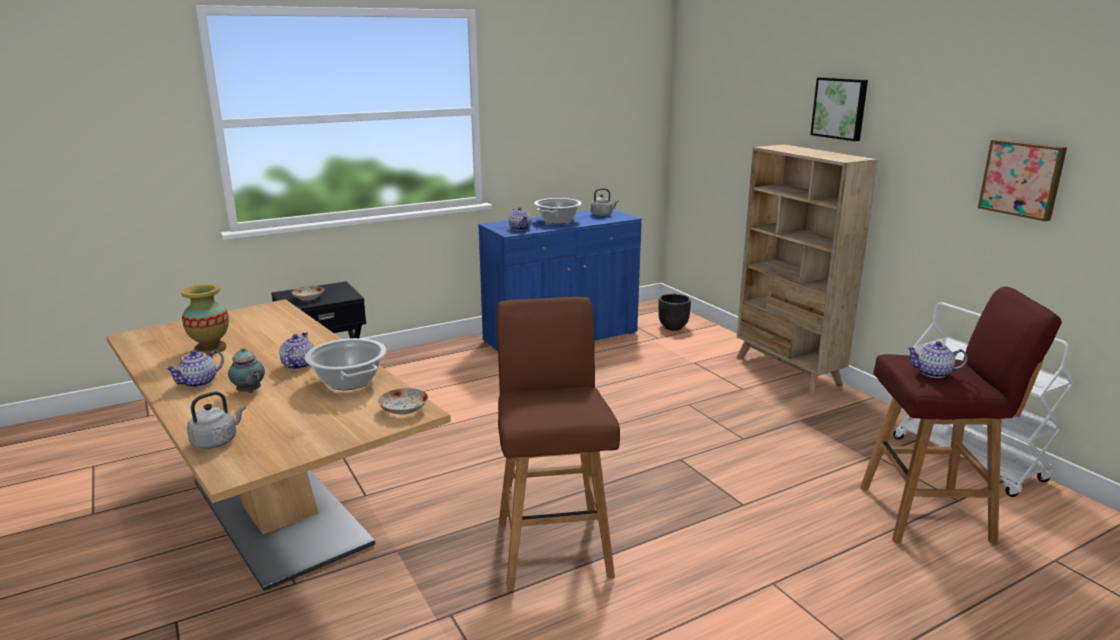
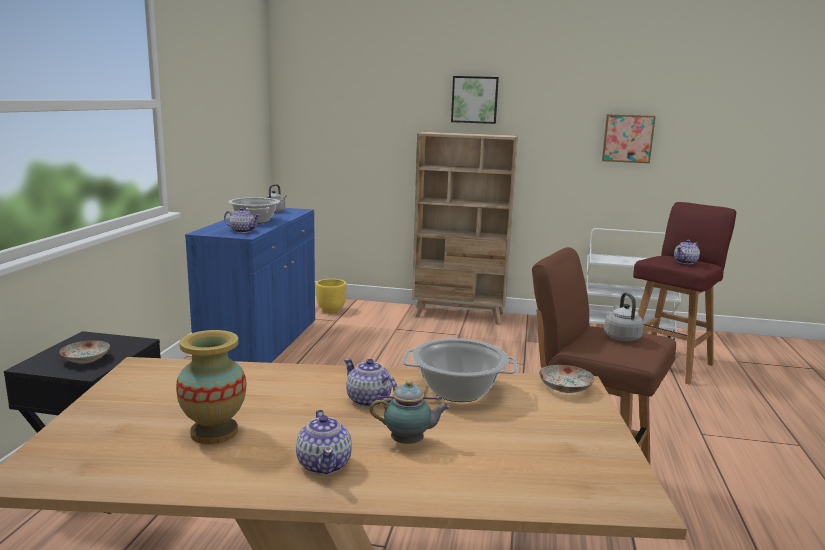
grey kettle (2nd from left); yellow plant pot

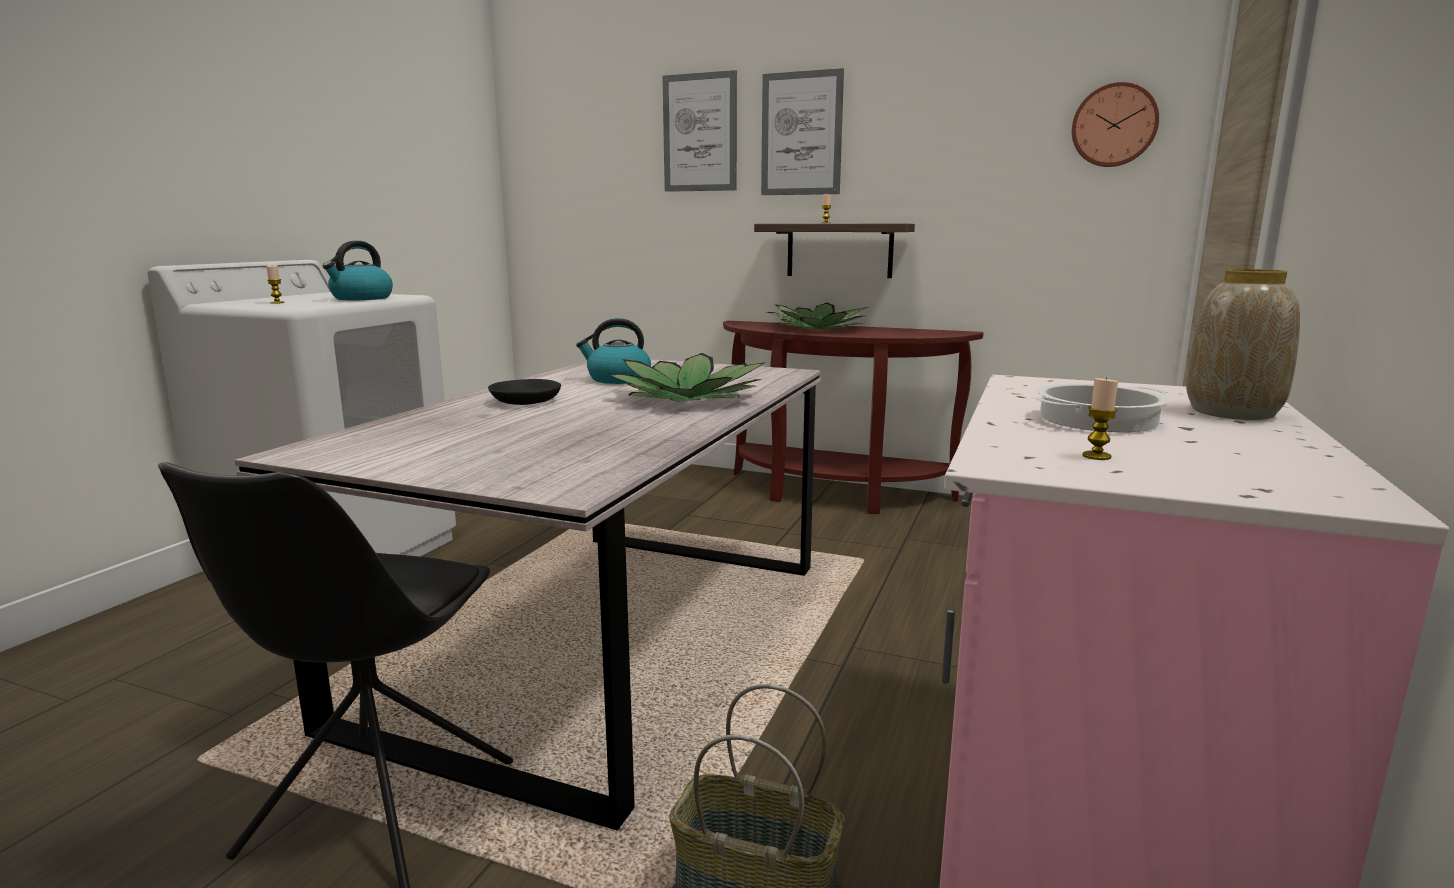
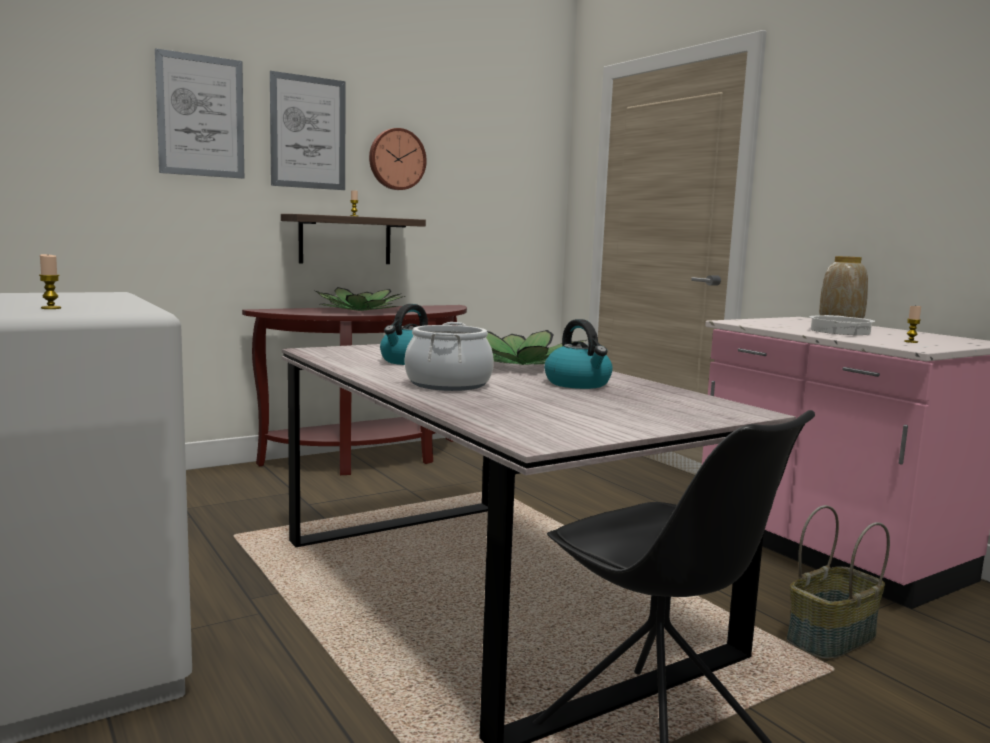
kettle (2nd from left); saucepot (1st from left); wall clock

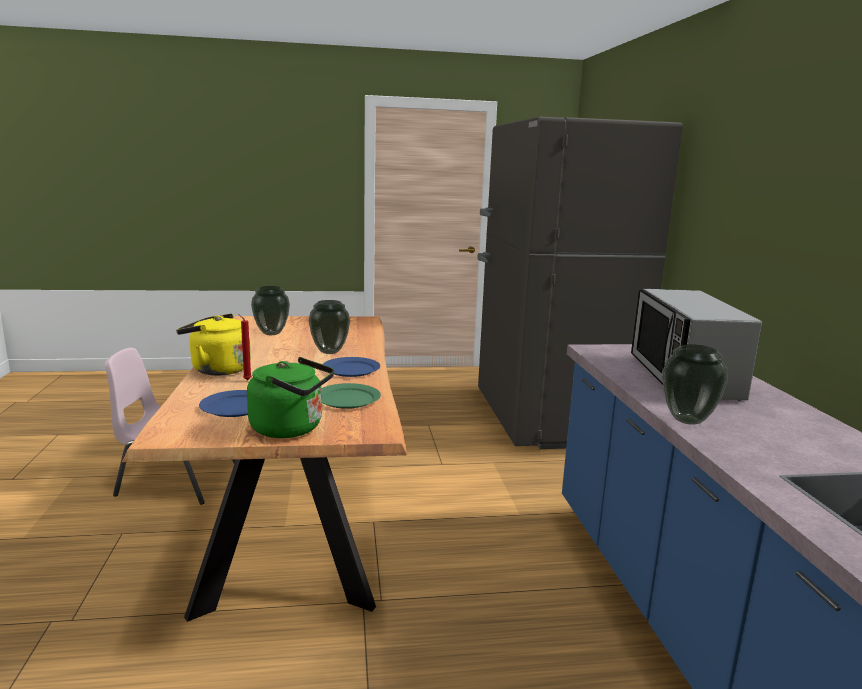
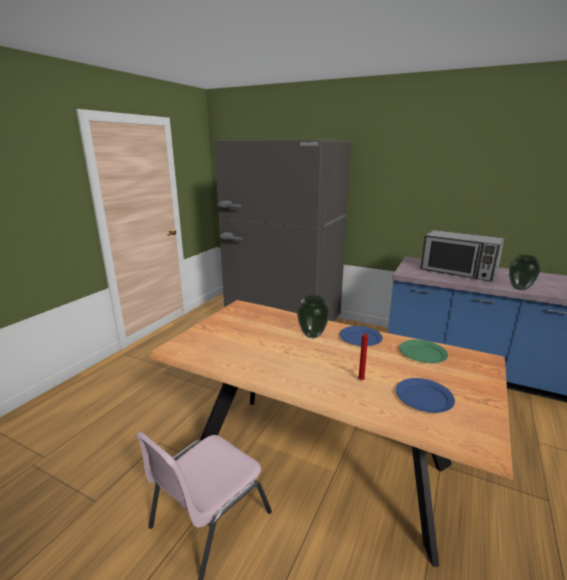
yellow kettle; green kettle; decorative vase (1st from left in the first image)

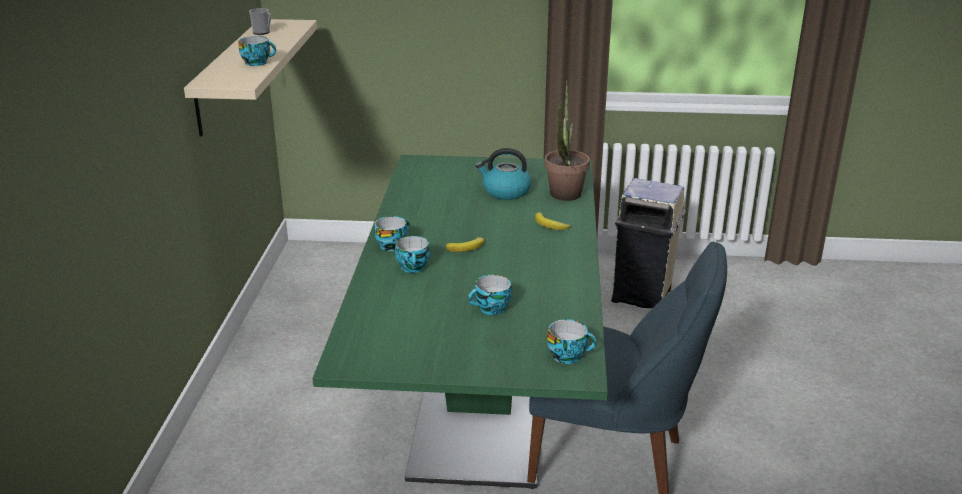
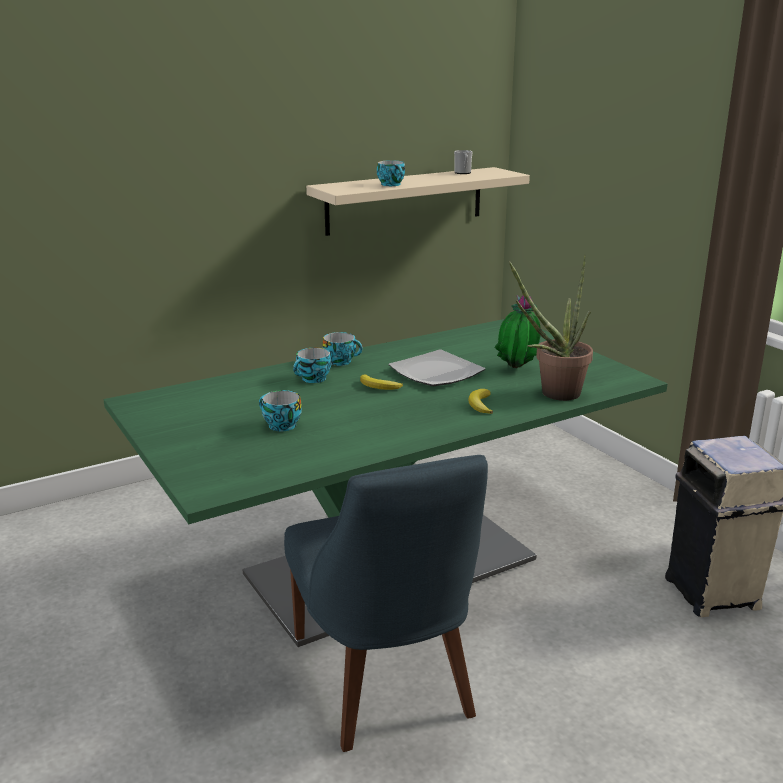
plant in a pot (1st from left); drinking cup (5th from left in the first image); plate

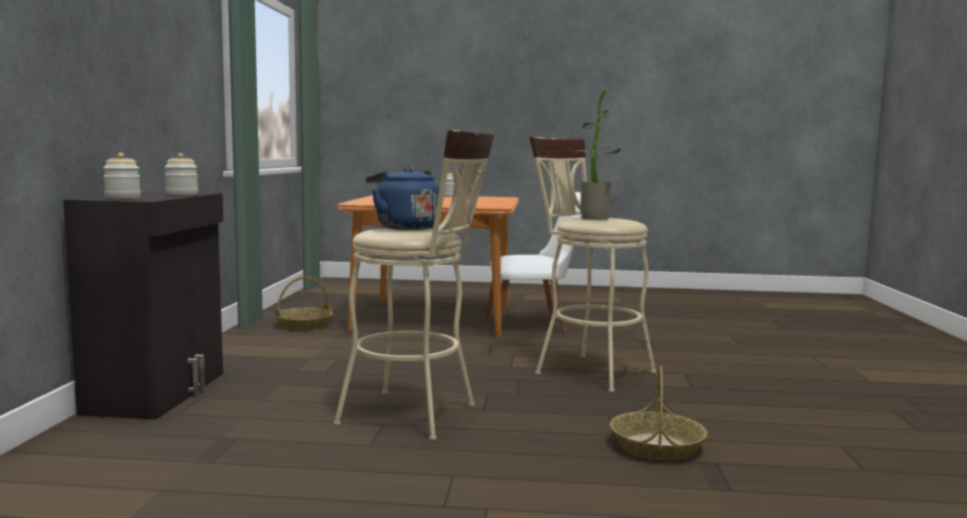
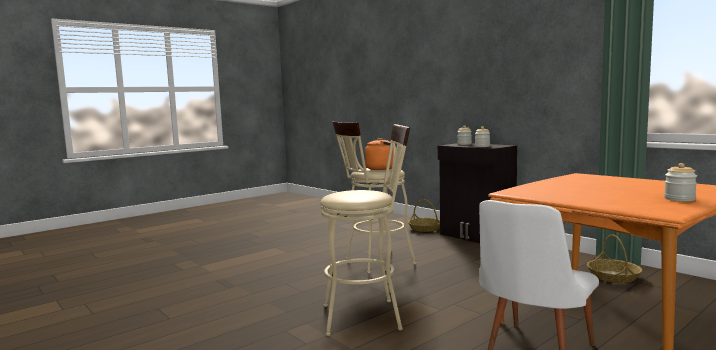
orange-coloured kettle; plant in a pot; household basket (1st from left)

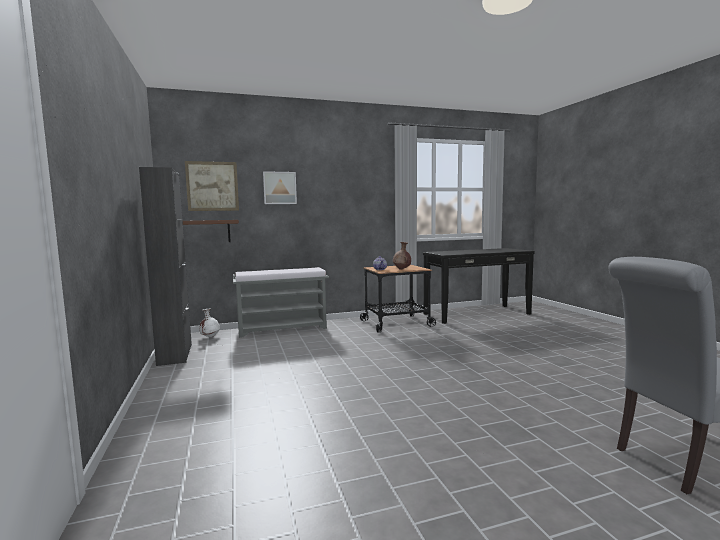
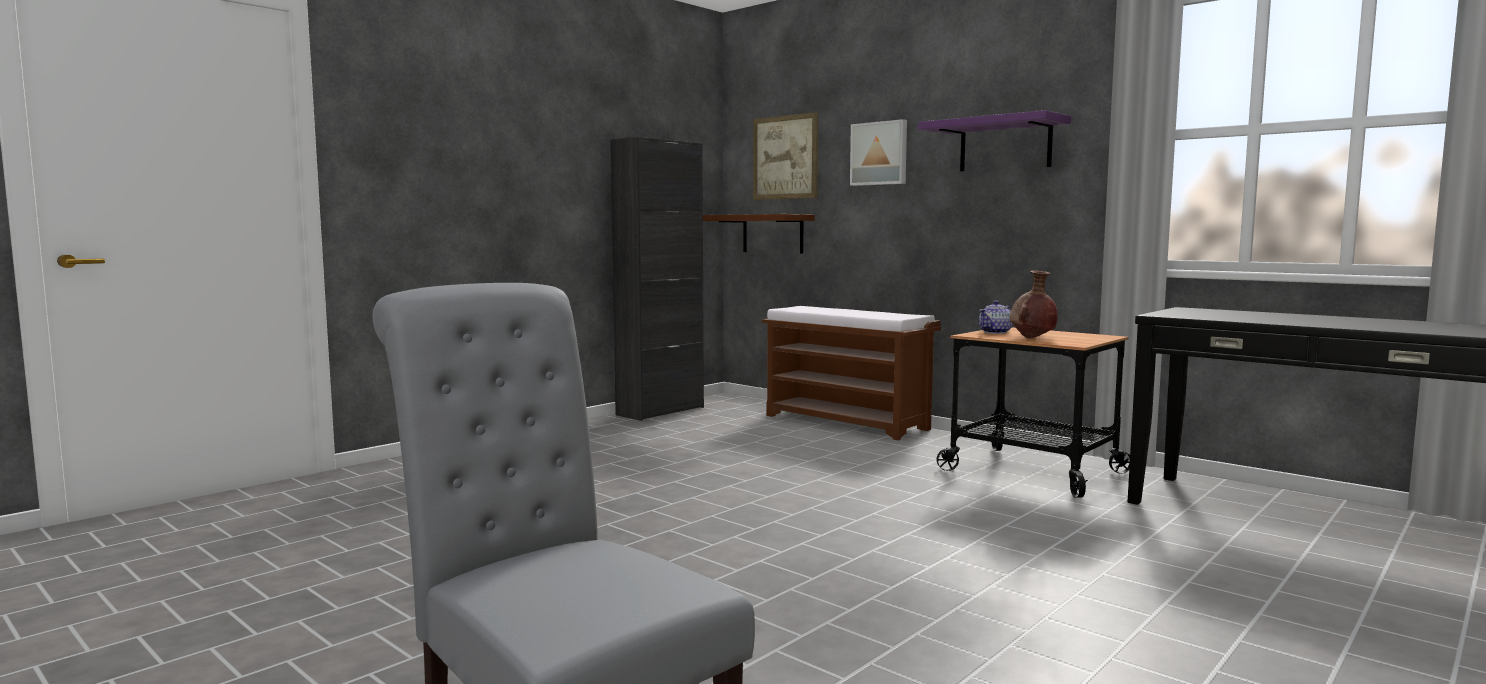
white decorative vase; brown-coloured long seat; purple-coloured bracket shelf

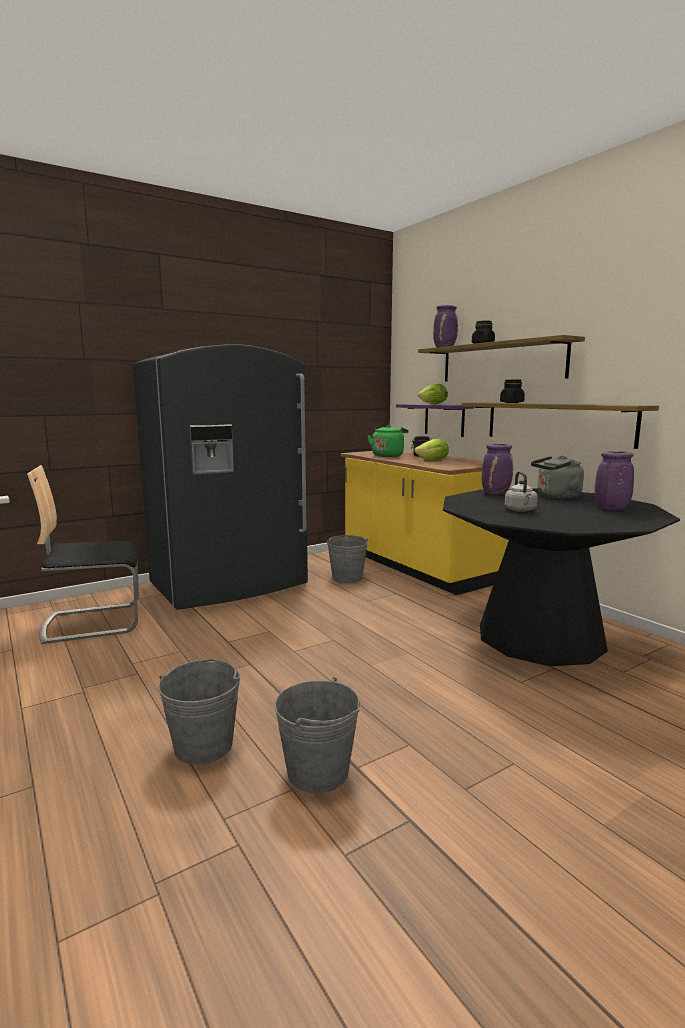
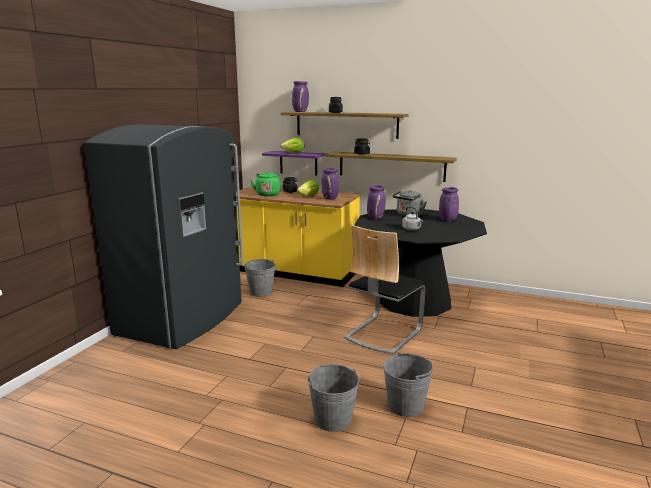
chair; purple-coloured decorative vase (2nd from left)

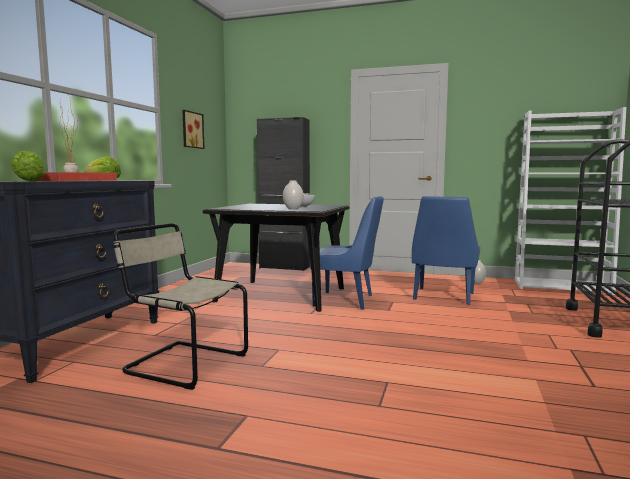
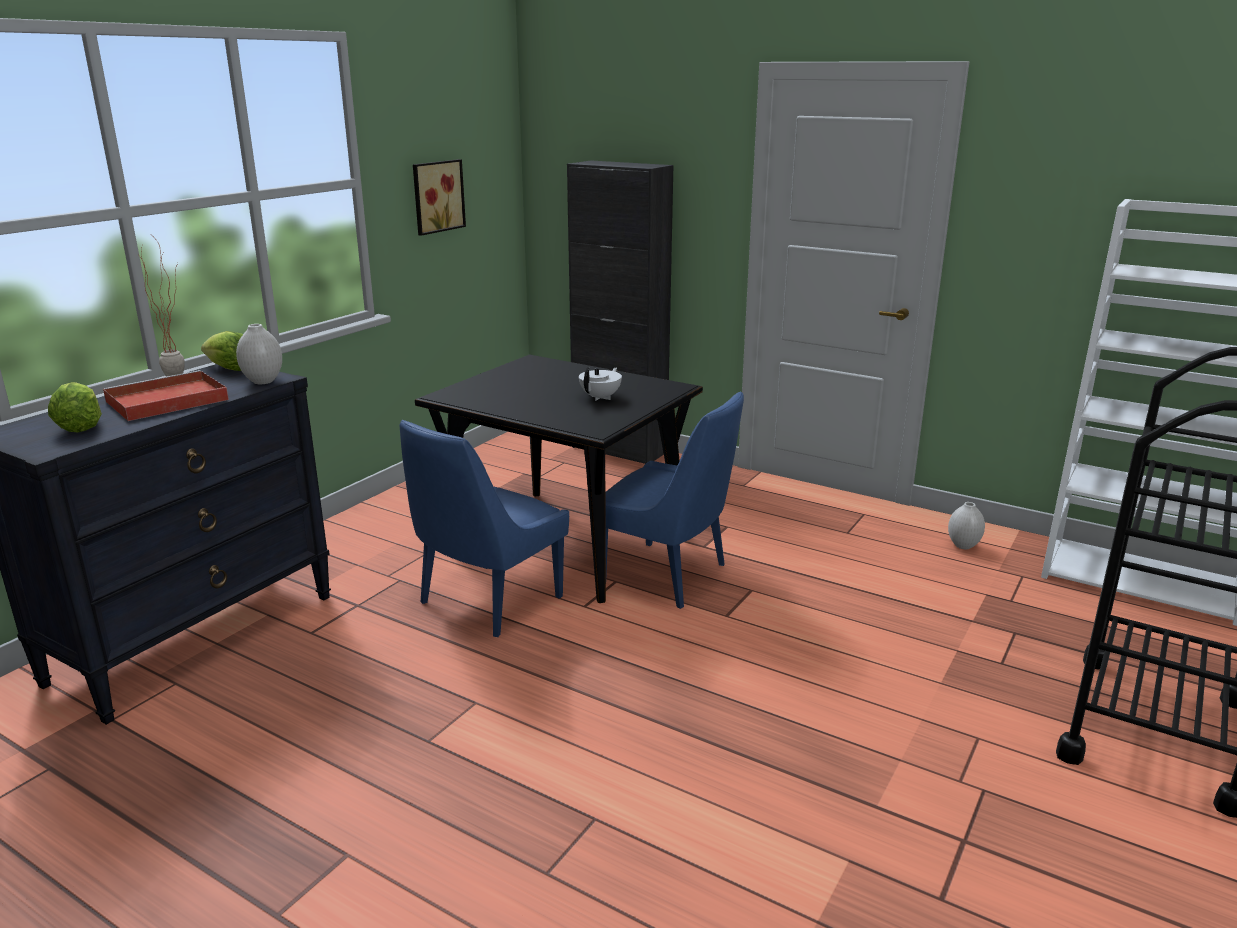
beige chair; white decorative vase (1st from left); blue-coloured chair (1st from left)

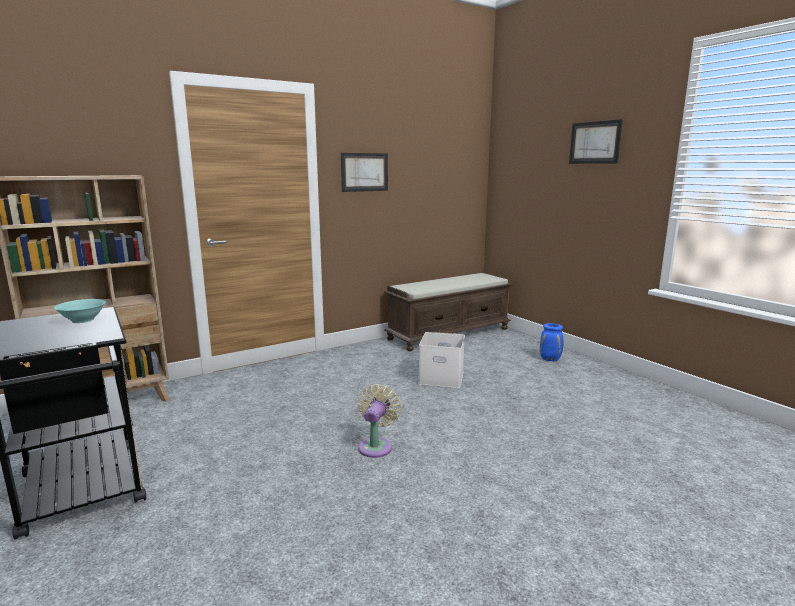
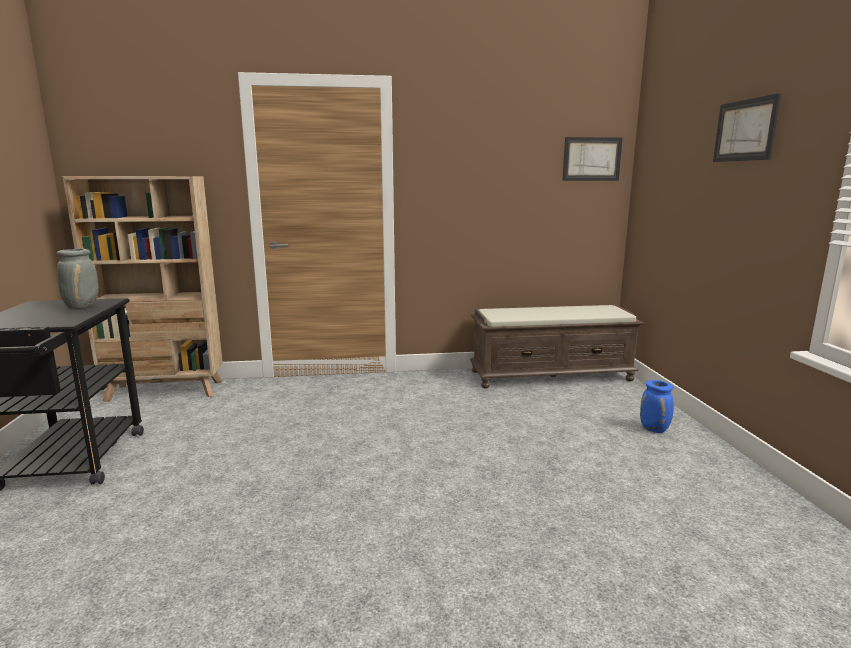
grey decorative vase; wall picture (1st from left); beige electric fan; white storage box

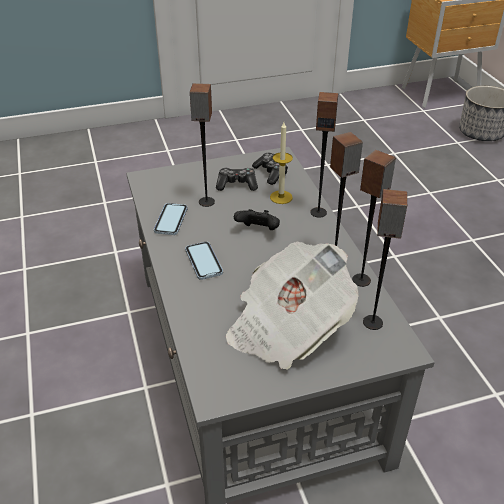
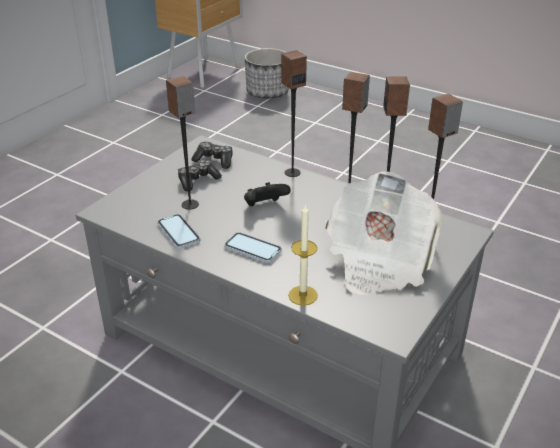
wax light

